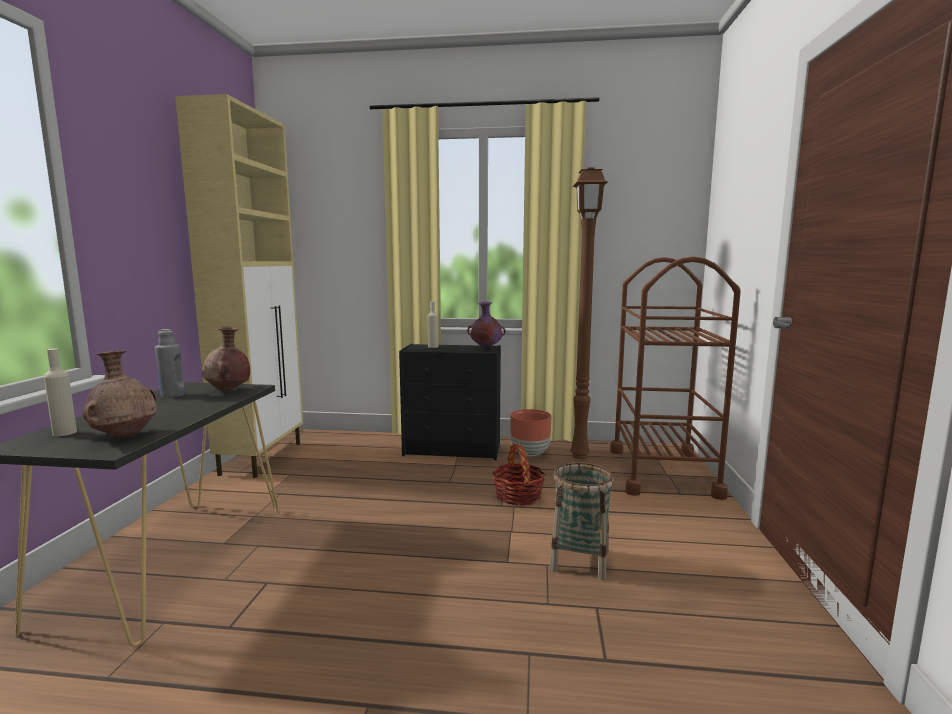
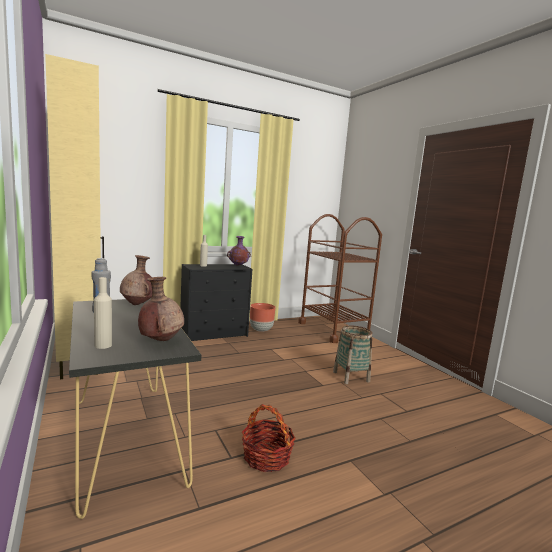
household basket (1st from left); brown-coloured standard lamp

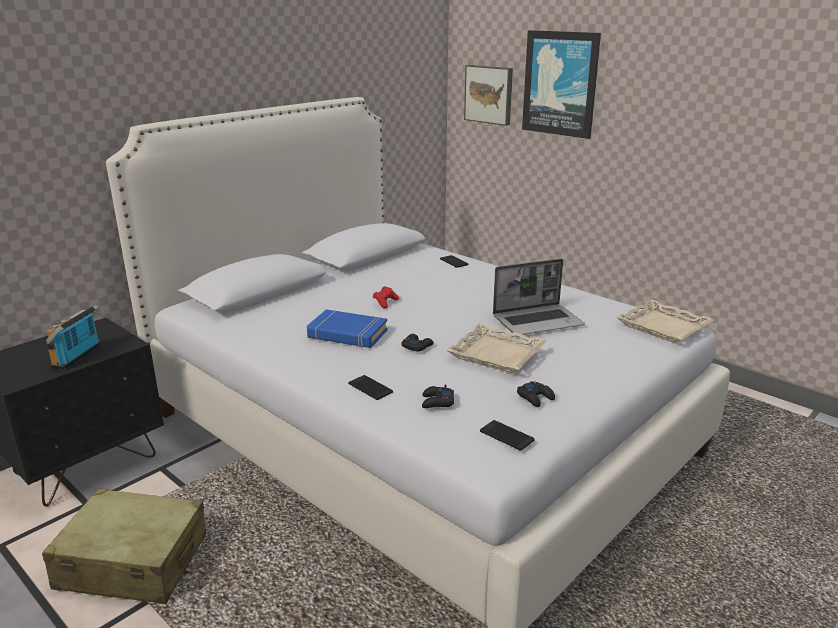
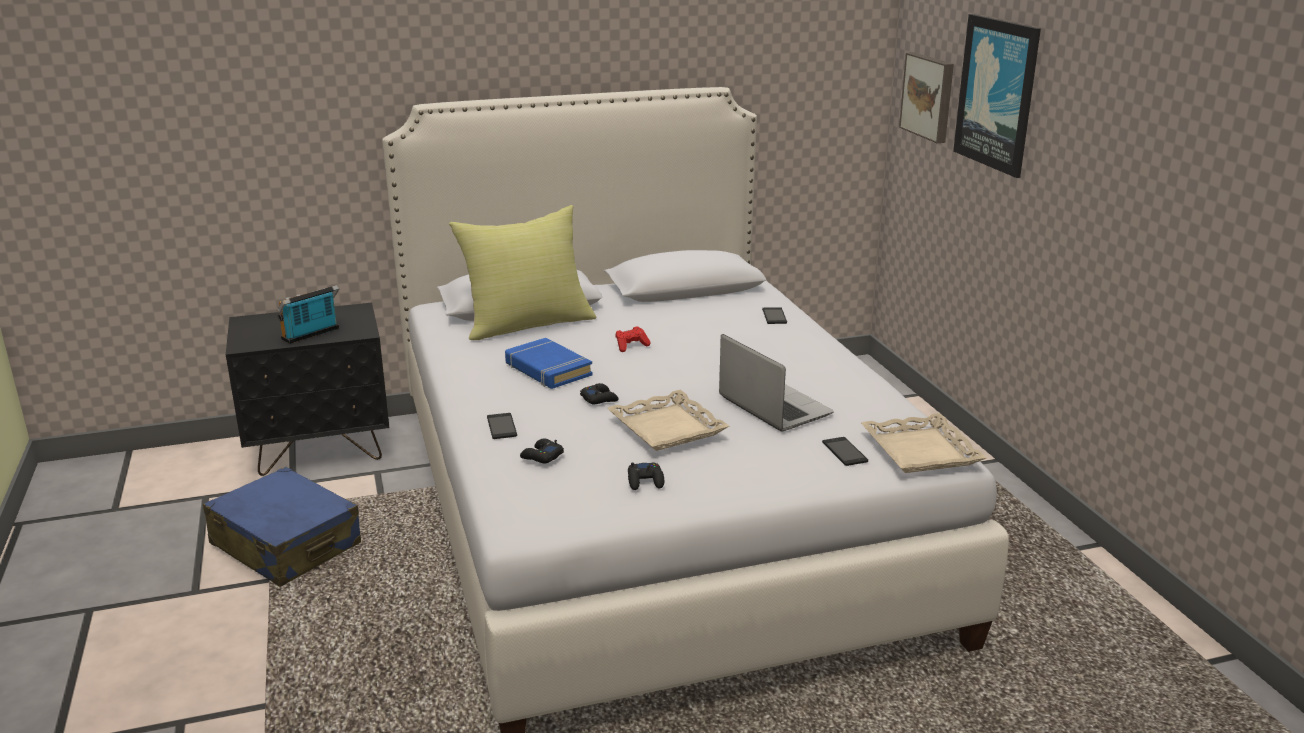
blue-coloured travel case; phone (3rd from left); laptop; yellow throw pillow

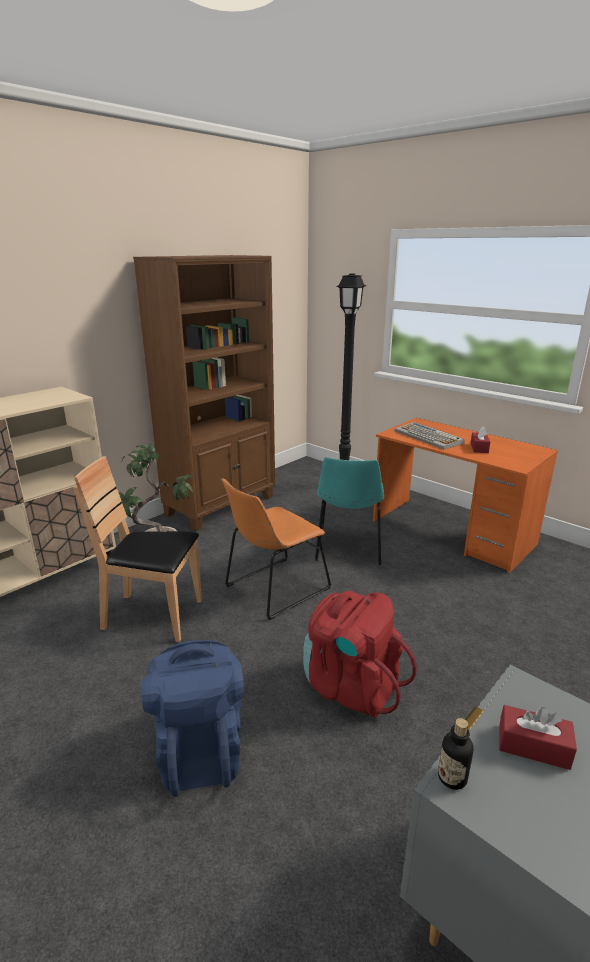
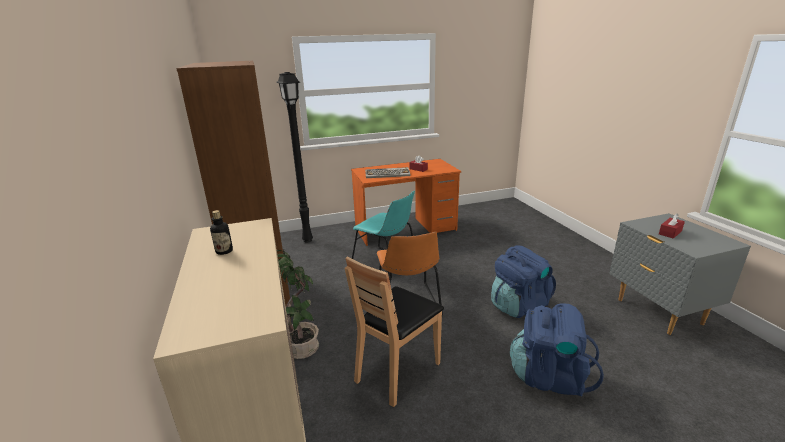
blue-coloured backpack (1st from left); beverage bottle

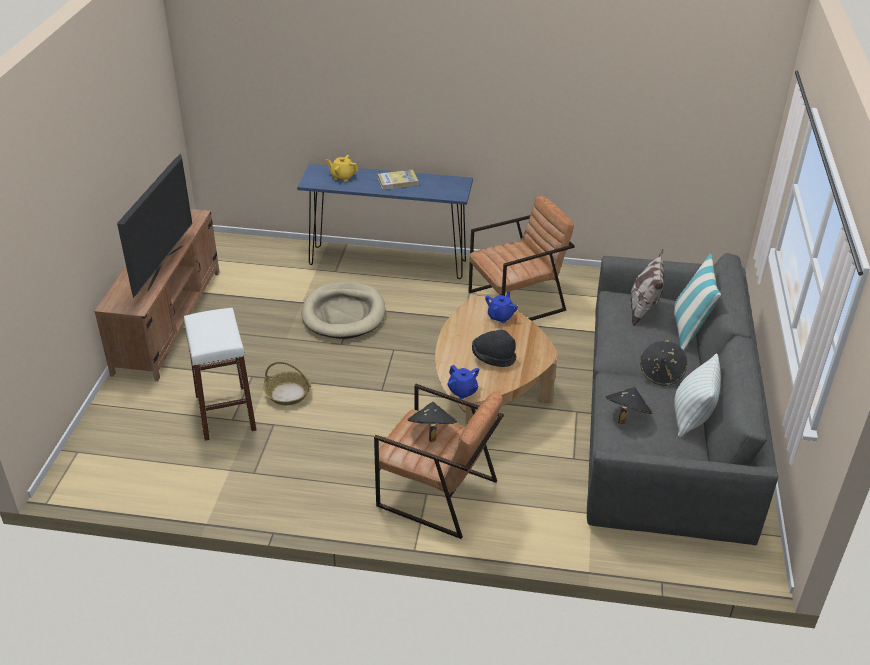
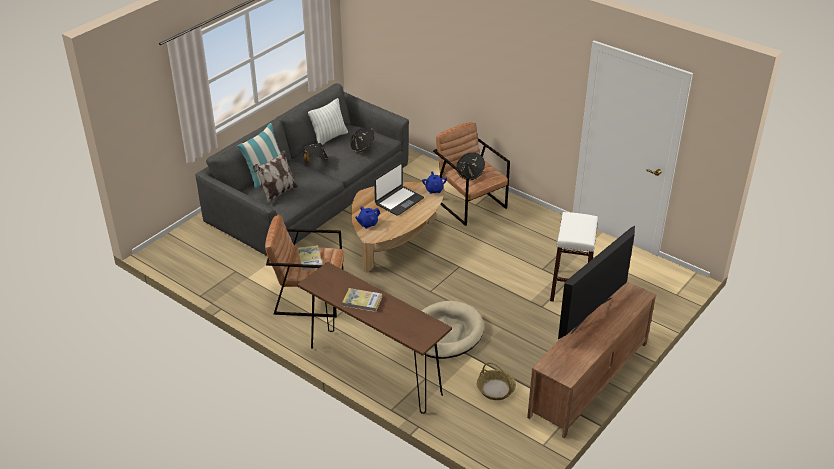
household basket; brown-coloured console table; yellow tea pot; laptop; bound book (1st from left)

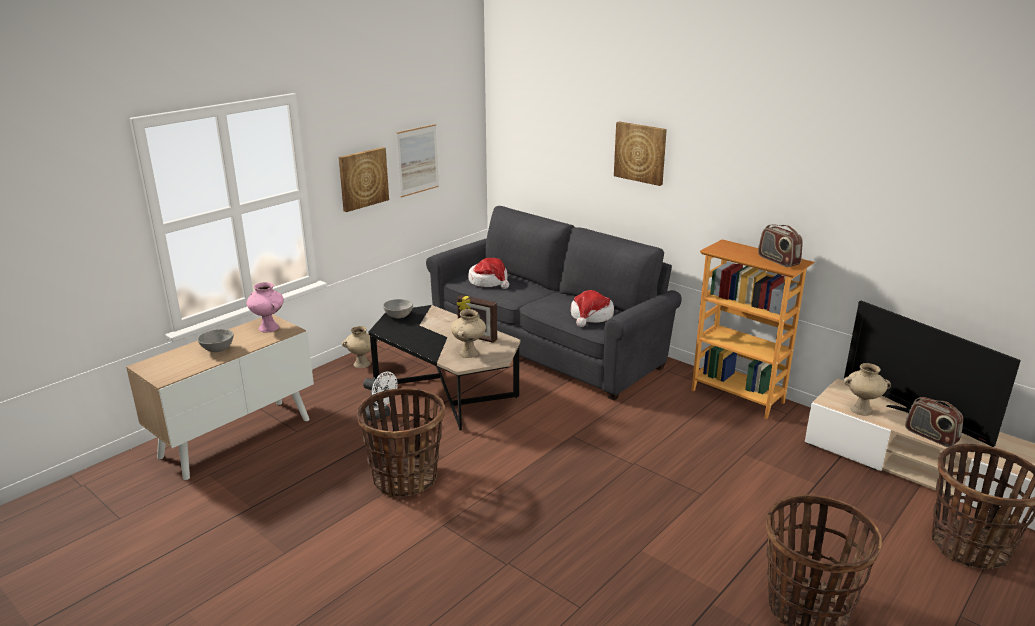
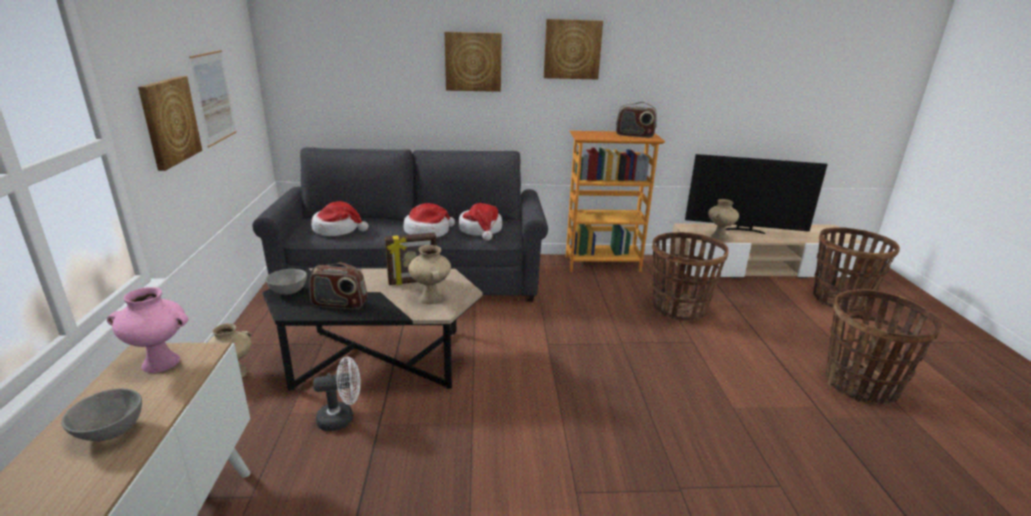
household basket (1st from left); radio receiver (1st from left); clothing hat (2nd from left); wall picture (4th from left)

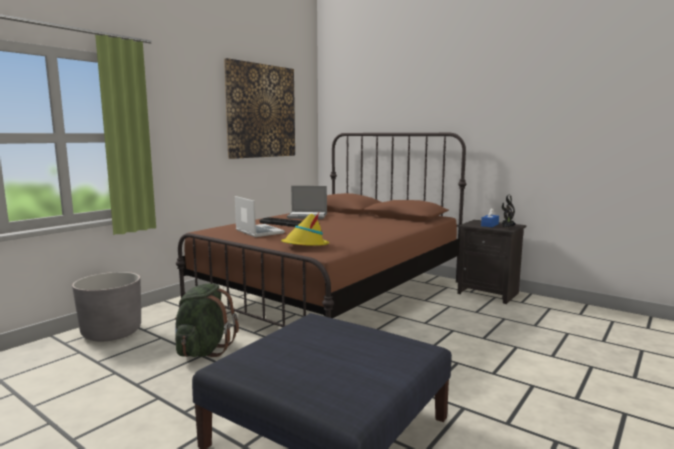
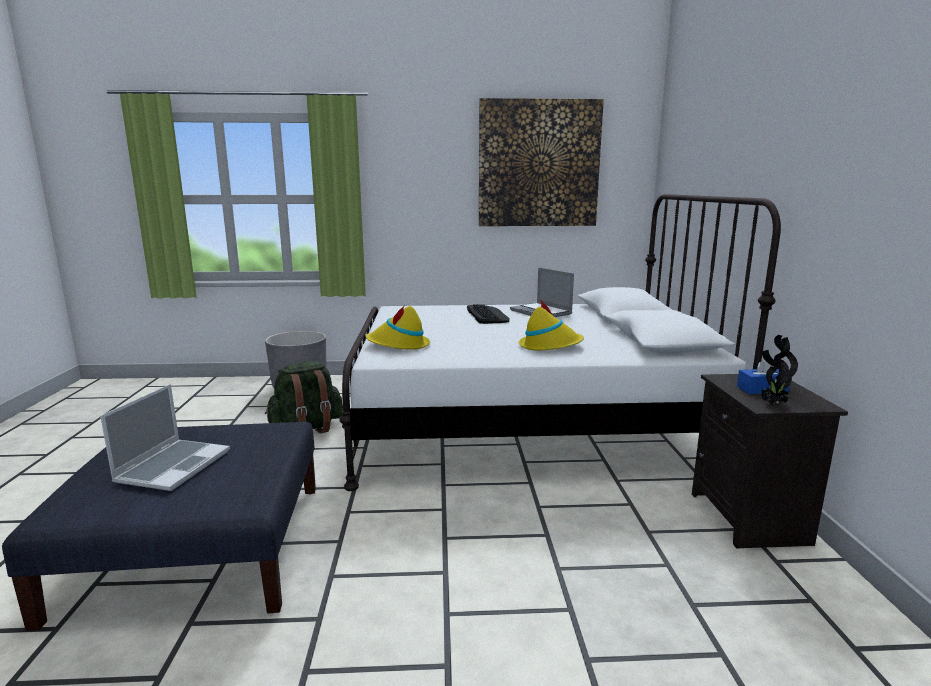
white bed; laptop (1st from left); yellow clothing hat (2nd from left)

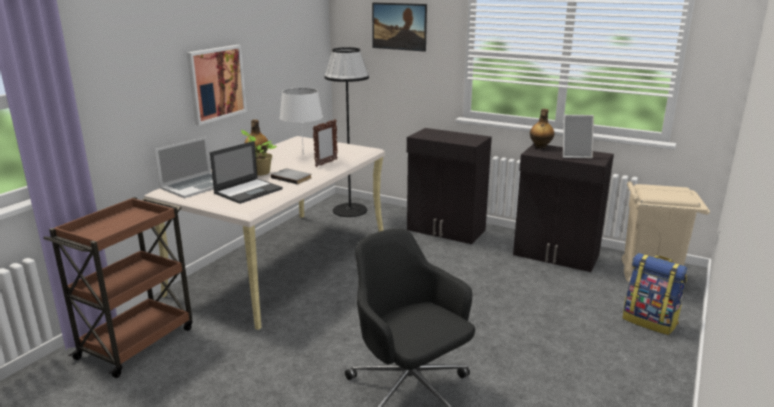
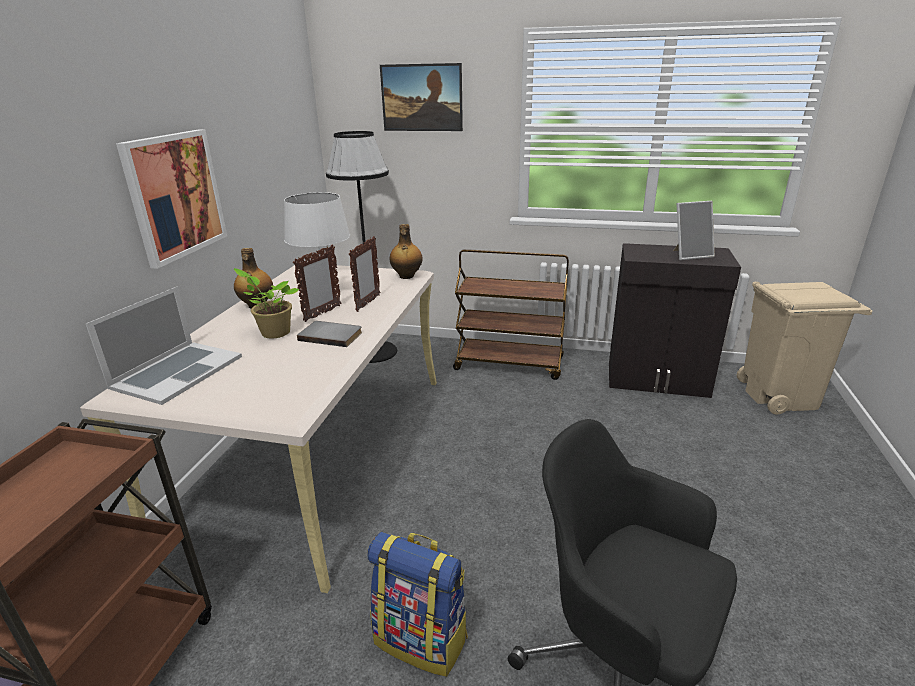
laptop (2nd from left in the first image); brown-coloured trolley (2nd from left); beverage bottle (2nd from left); backpack; picture frame (1st from left)

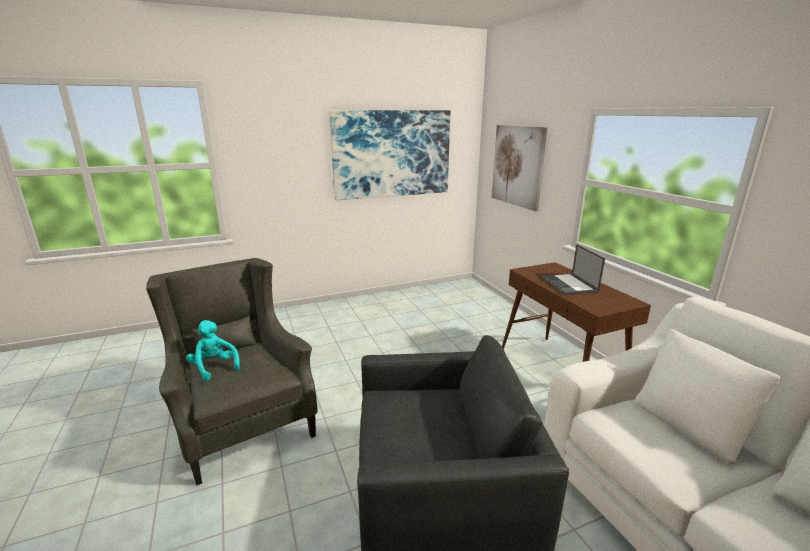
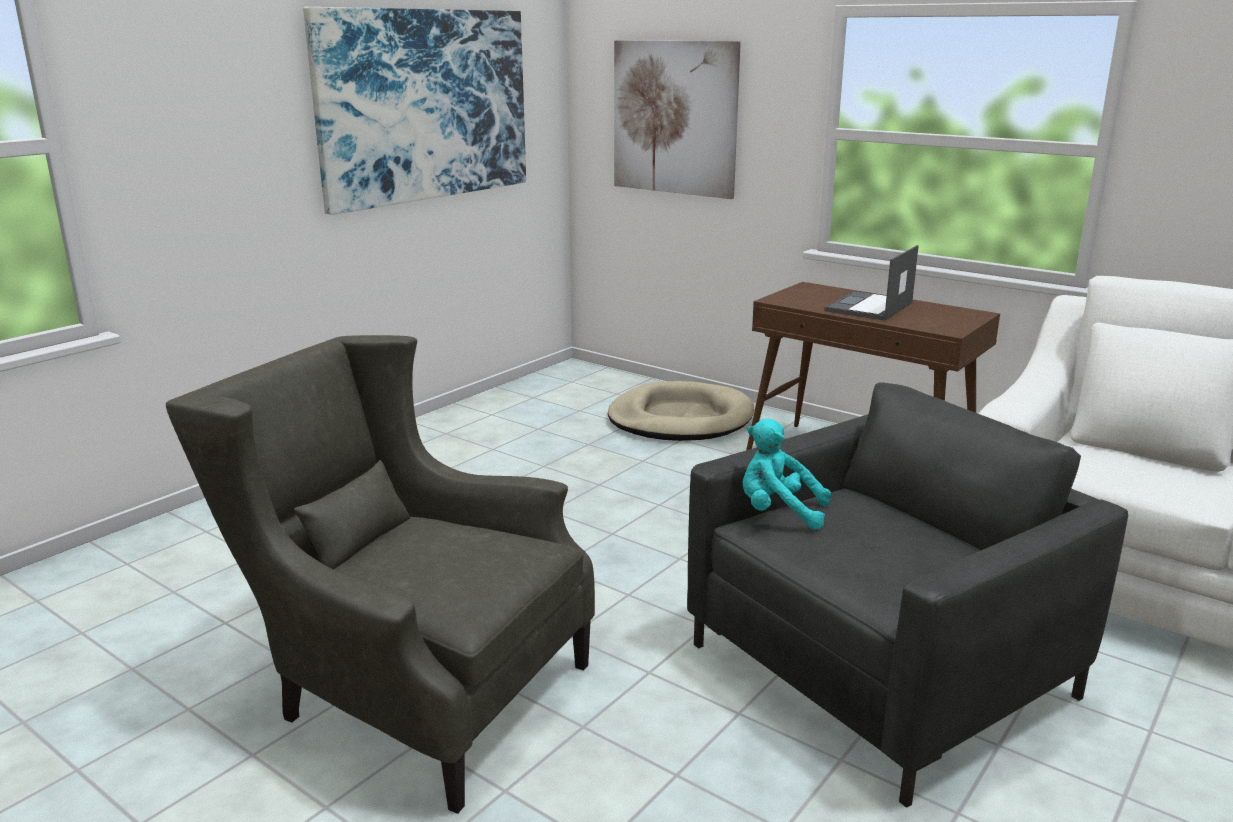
blue-green soft toy; laptop; beige pet bed

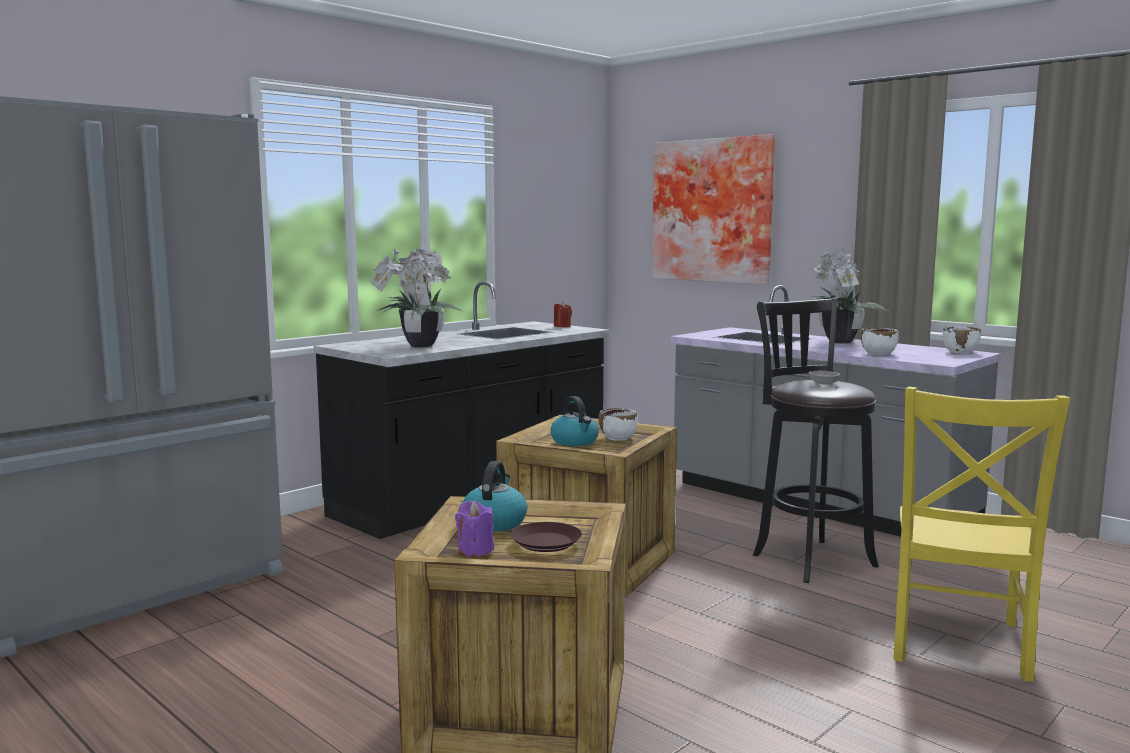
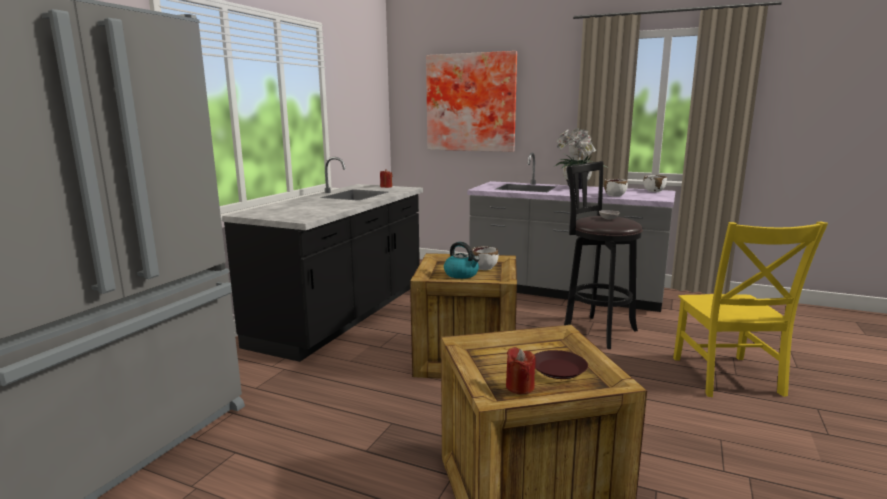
plant in a pot (1st from left in the first image); red wax light (2nd from left); kettle (1st from left in the first image)

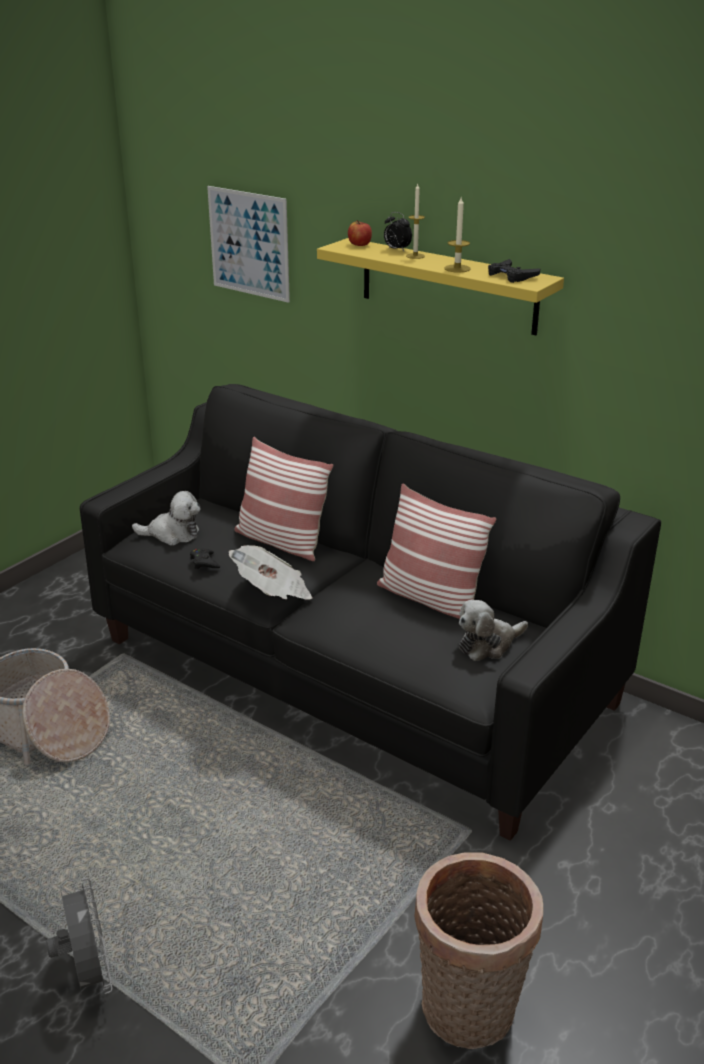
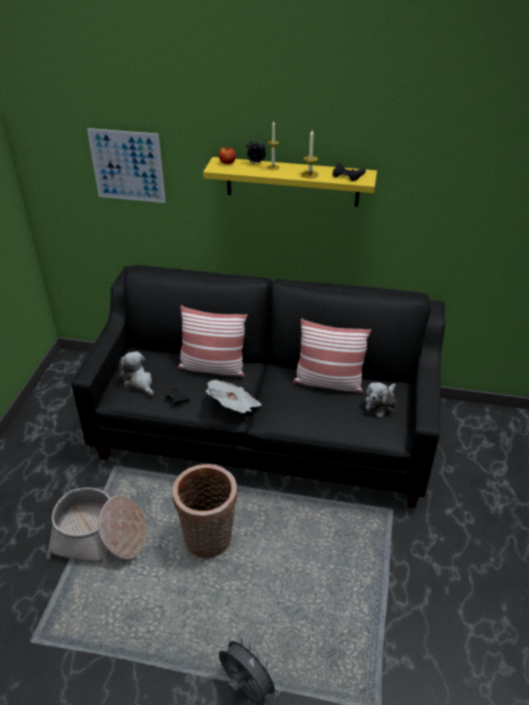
soft toy (1st from left); household basket (2nd from left)

